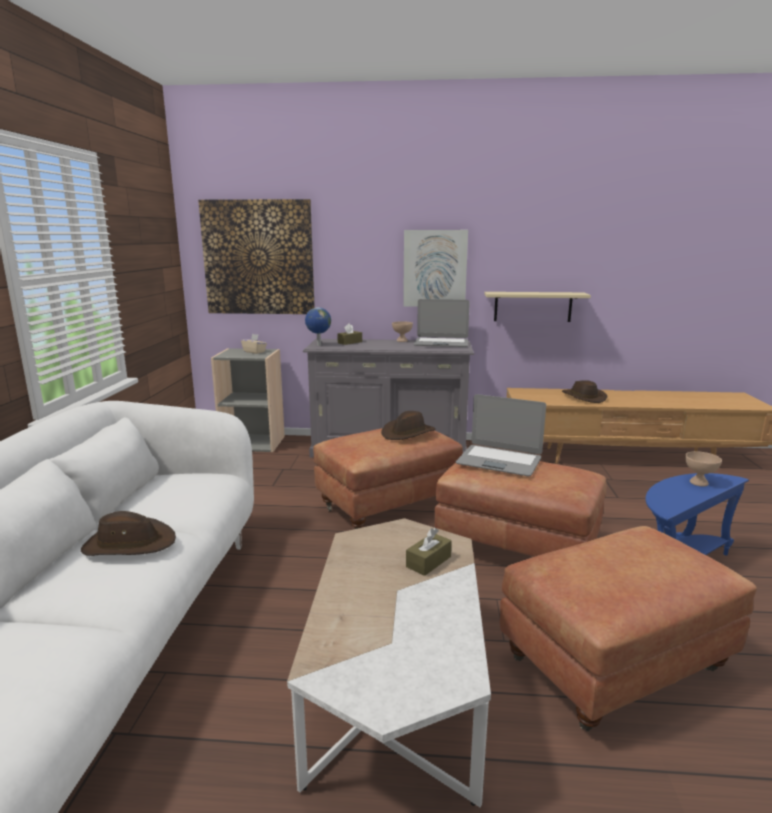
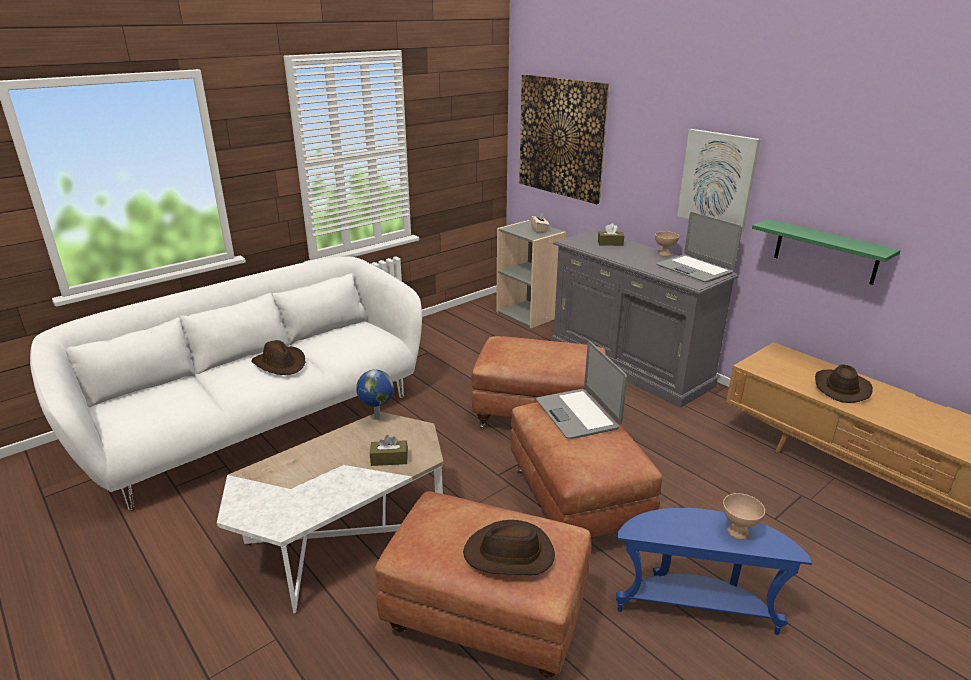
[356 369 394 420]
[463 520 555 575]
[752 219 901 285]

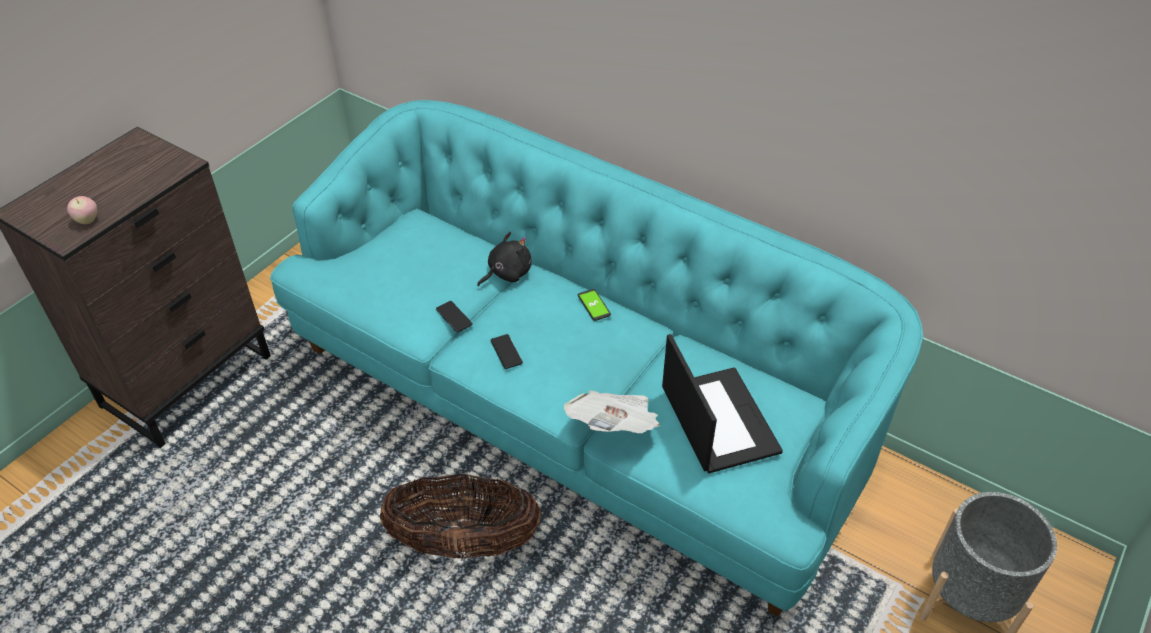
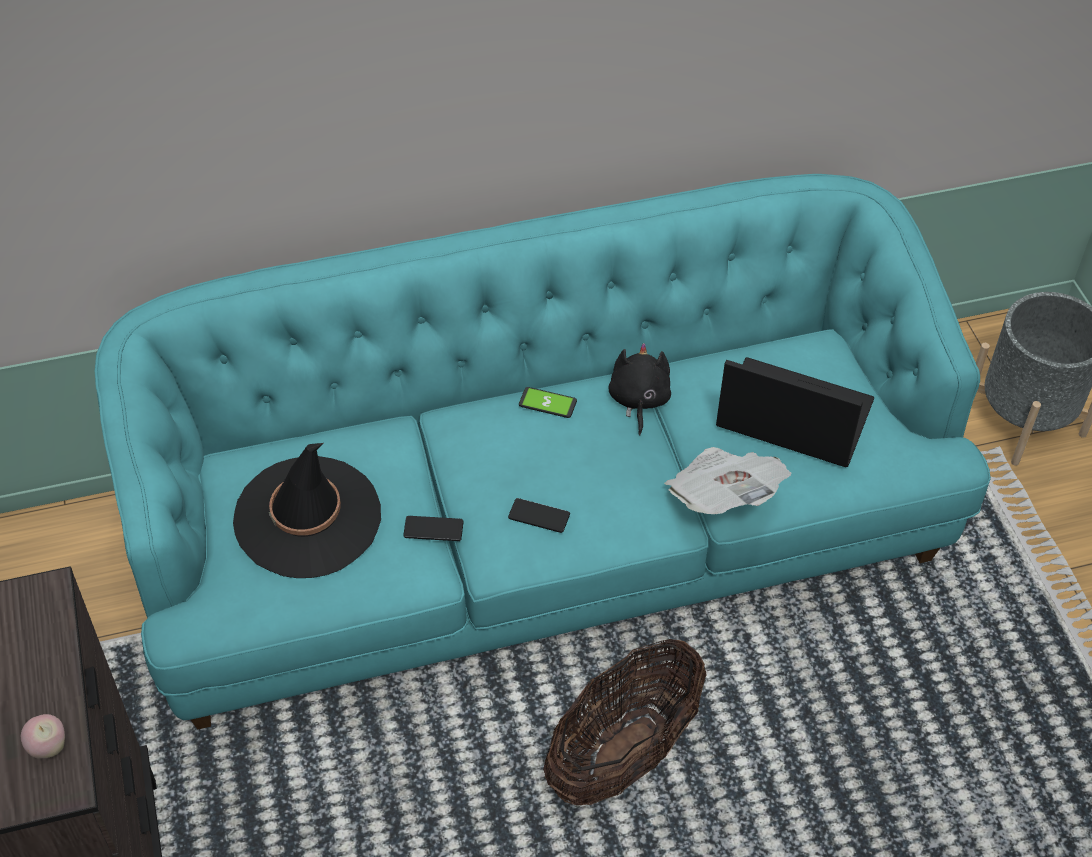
[233 443 381 578]
[609 343 671 435]

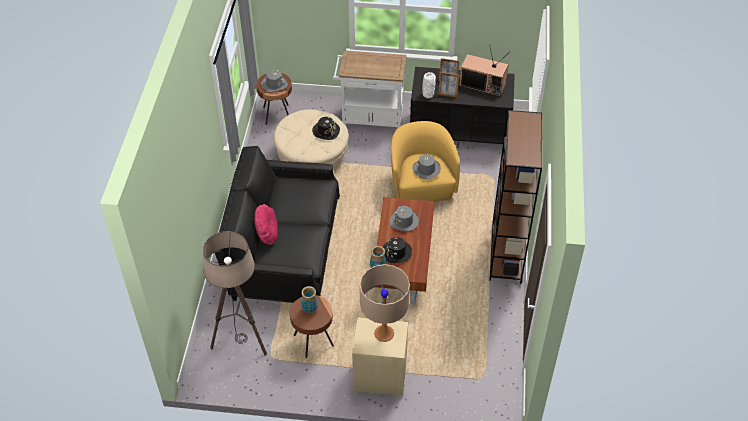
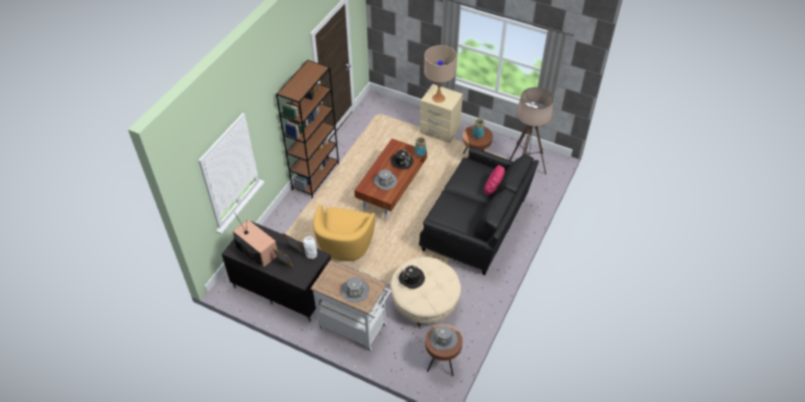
[341 277 369 302]

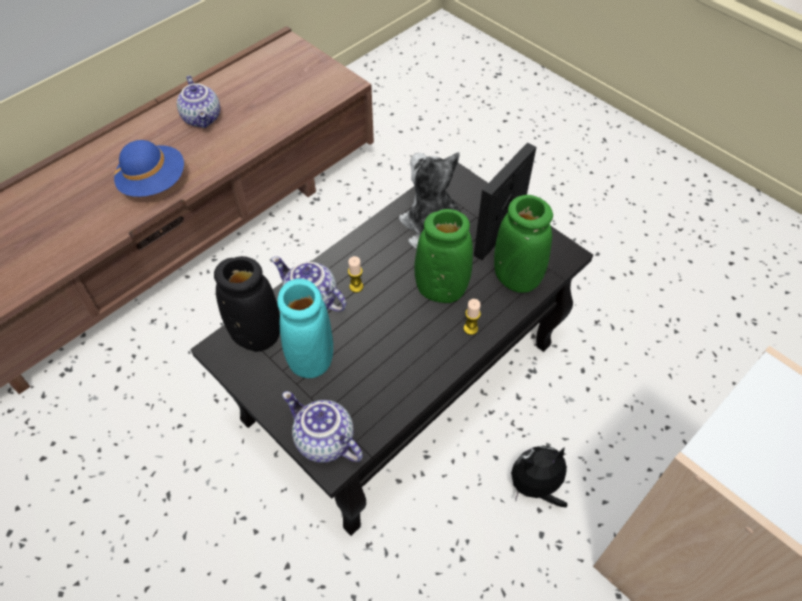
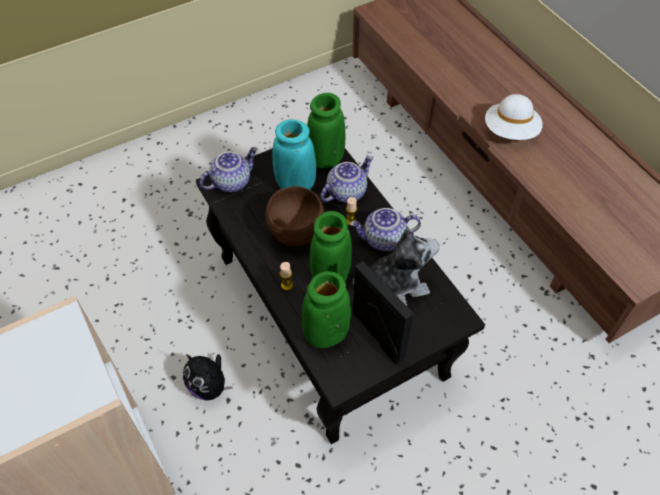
[183 354 233 401]
[265 186 324 246]
[307 93 345 169]
[350 208 421 251]
[485 94 543 140]

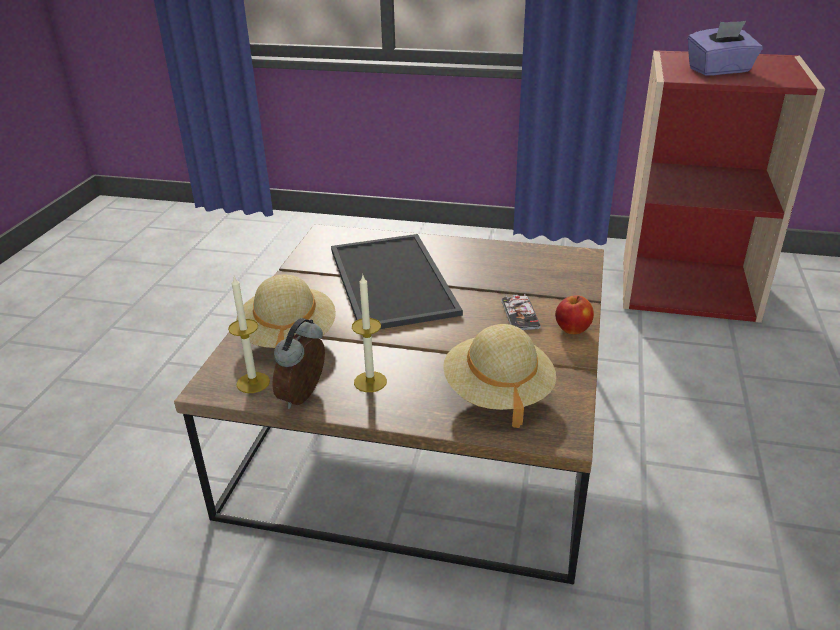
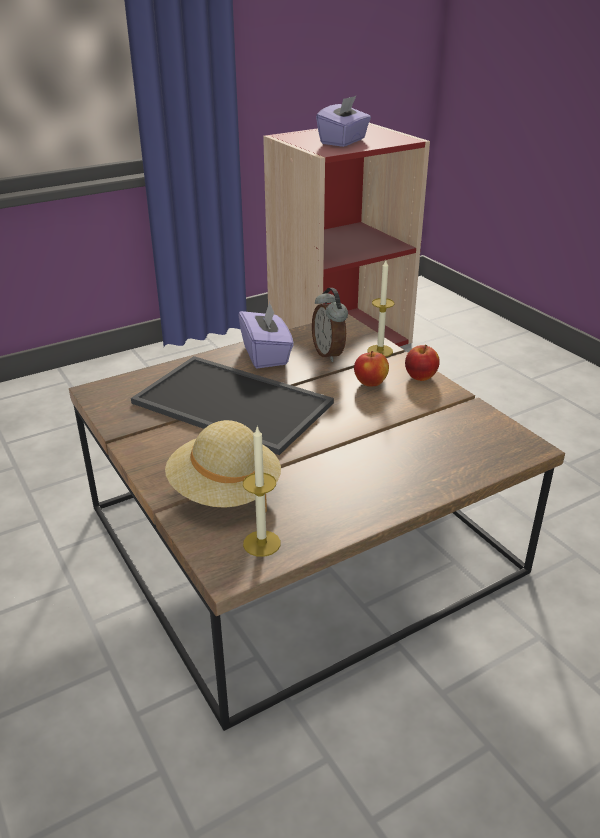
[238 302 294 368]
[312 288 348 362]
[354 351 389 387]
[367 260 395 357]
[443 324 556 428] (first image)

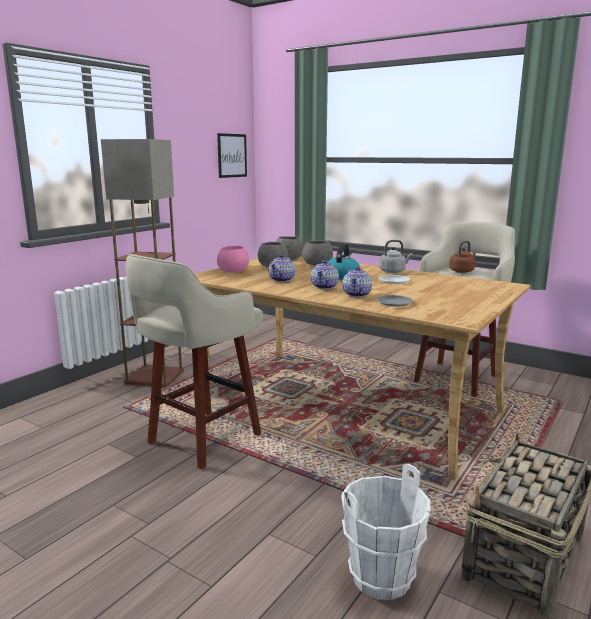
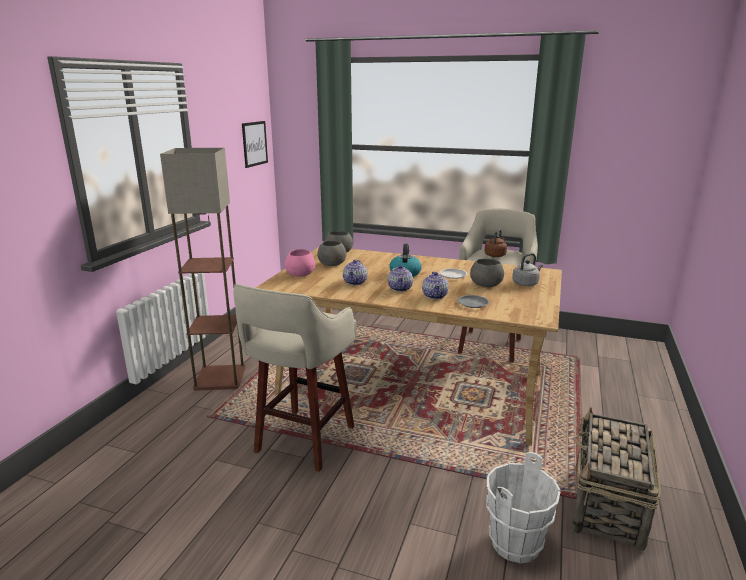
[470 259 504 287]
[512 253 543 286]

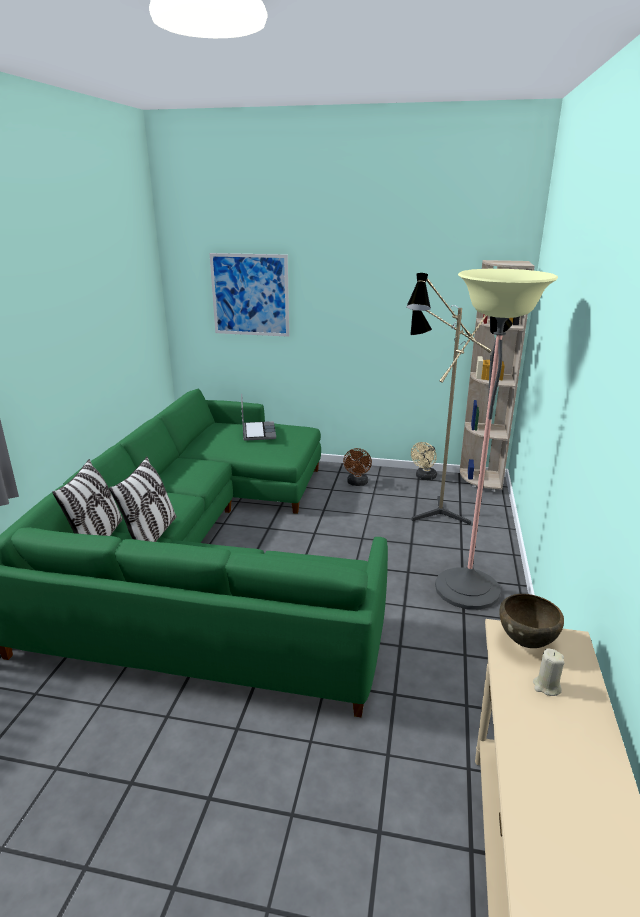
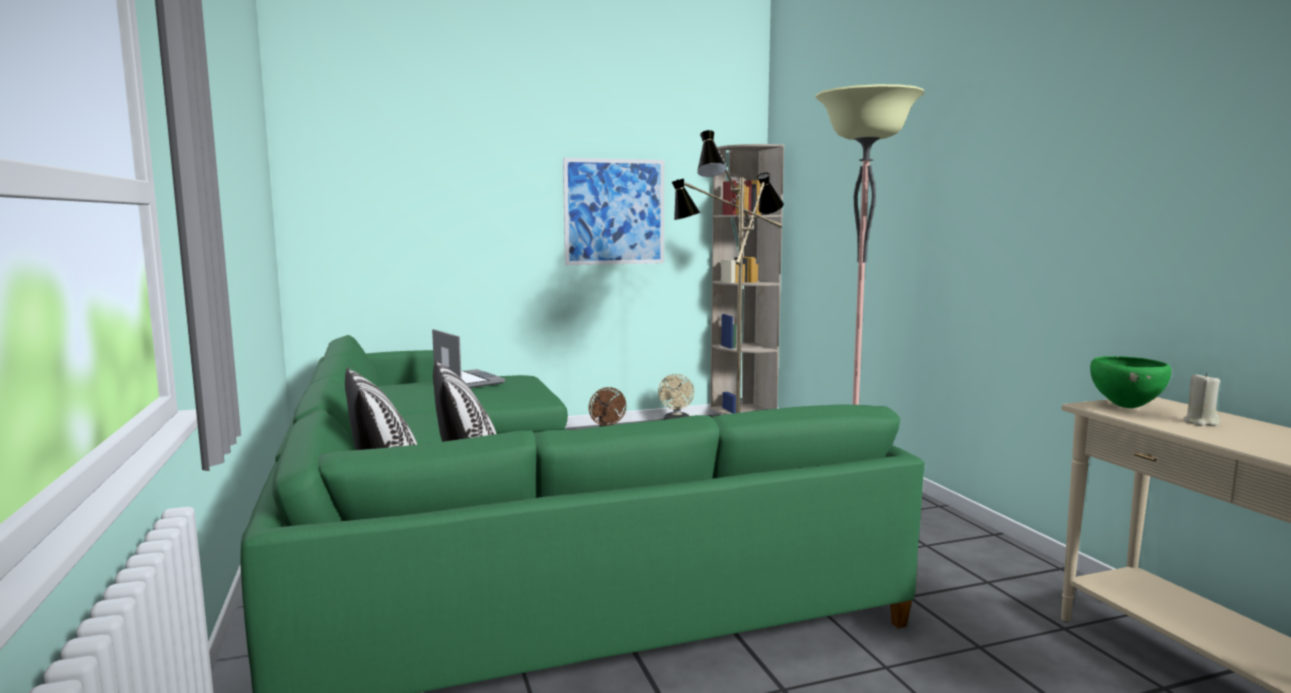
[563 158 664 265]
[1090 356 1171 408]

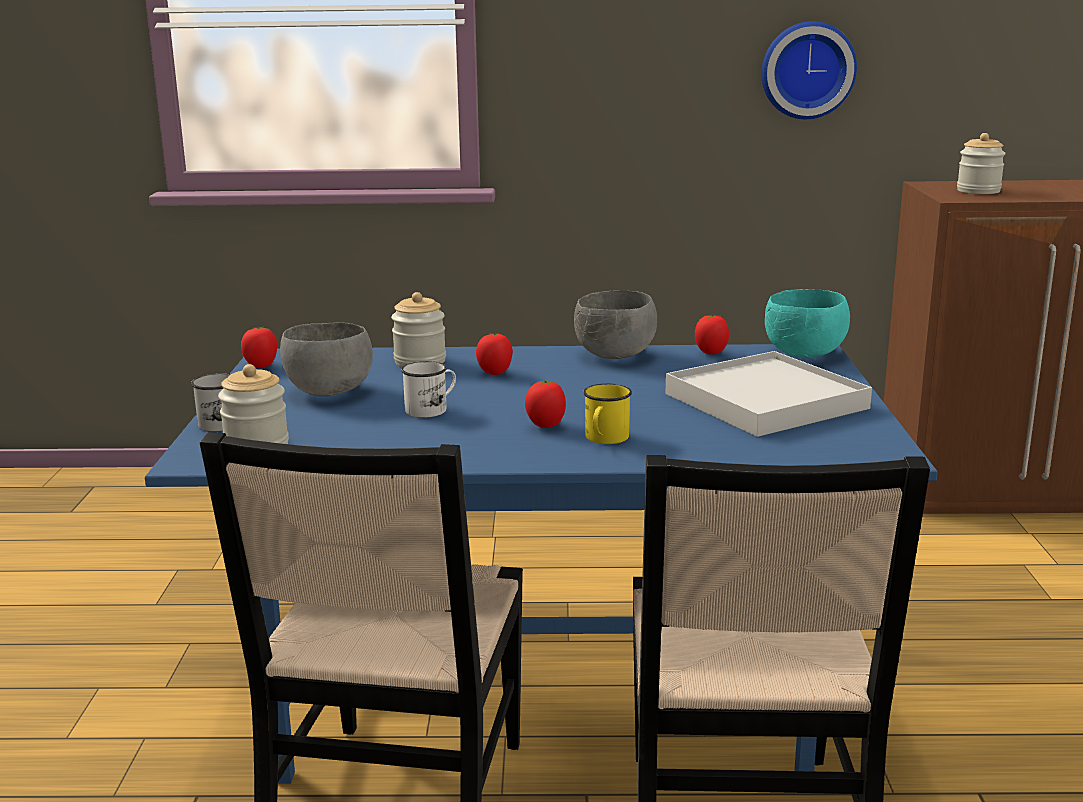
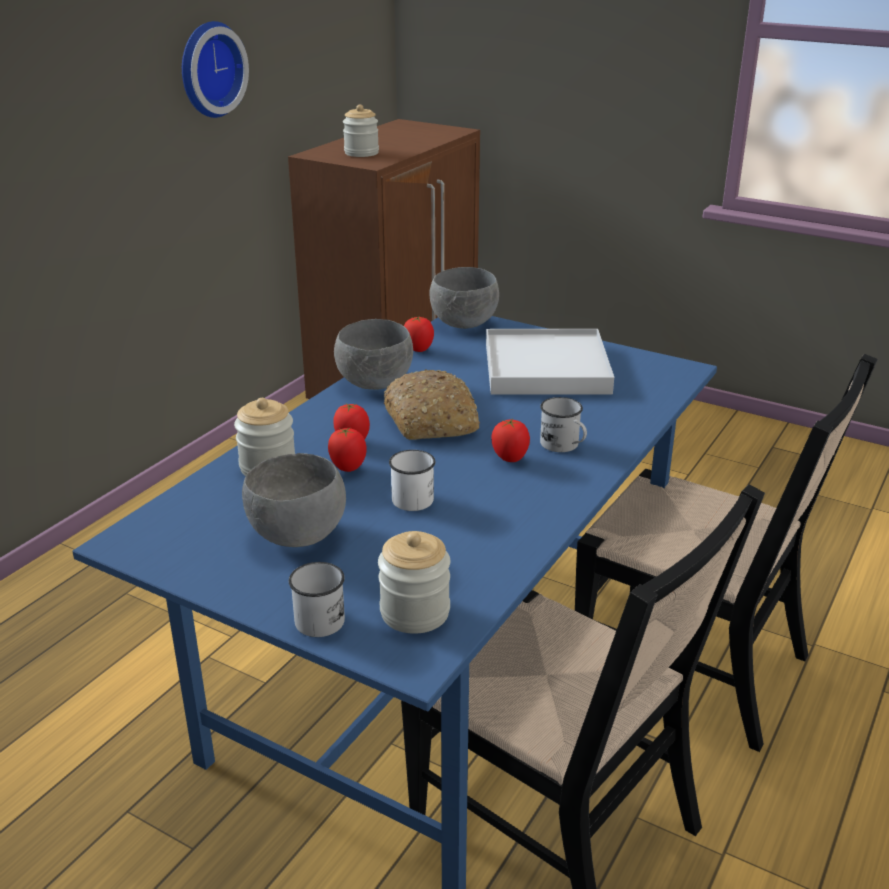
[328 427 367 472]
[383 369 480 440]
[429 267 499 329]
[540 397 587 452]

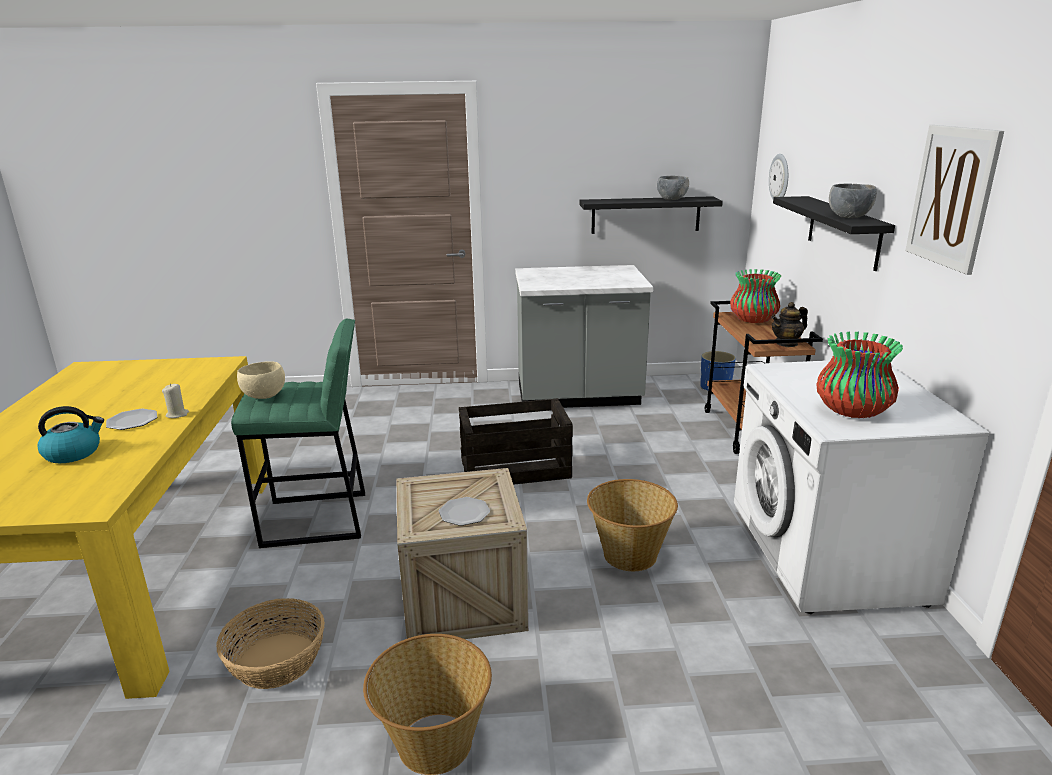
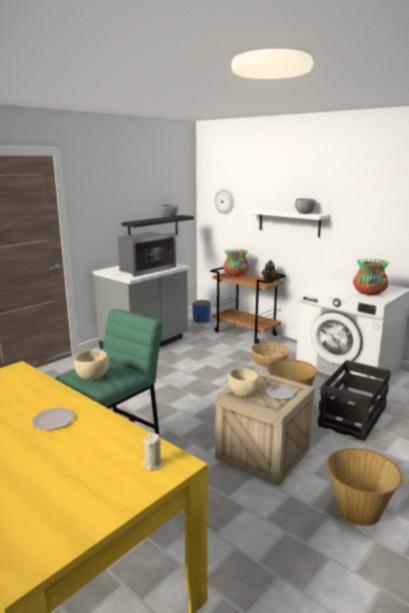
[118 232 176 277]
[142 433 163 471]
[228 369 260 397]
[243 208 329 237]
[251 342 290 368]
[317 360 391 441]
[38 406 104 463] (first image)
[905 125 1004 275] (first image)

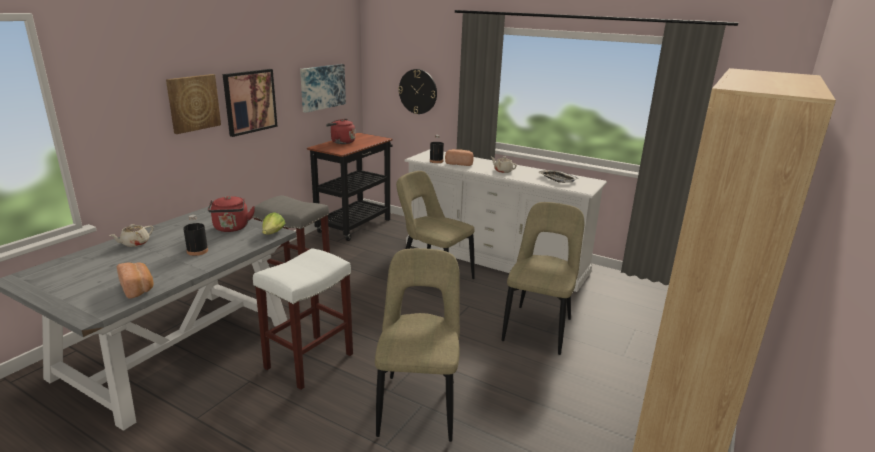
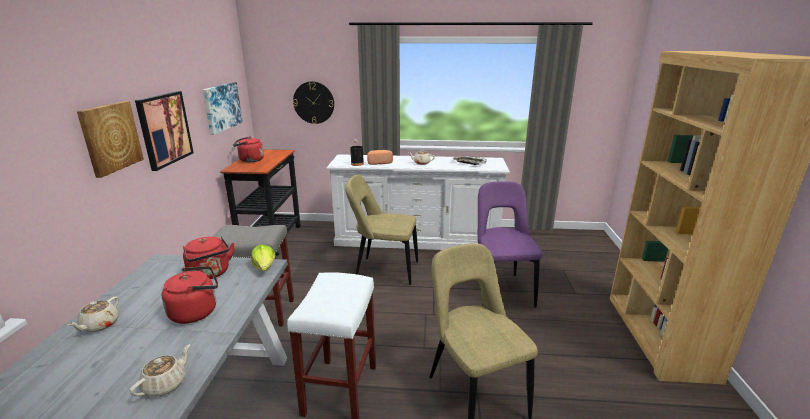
[129 344 191 397]
[161 266 218 324]
[478 181 542 308]

